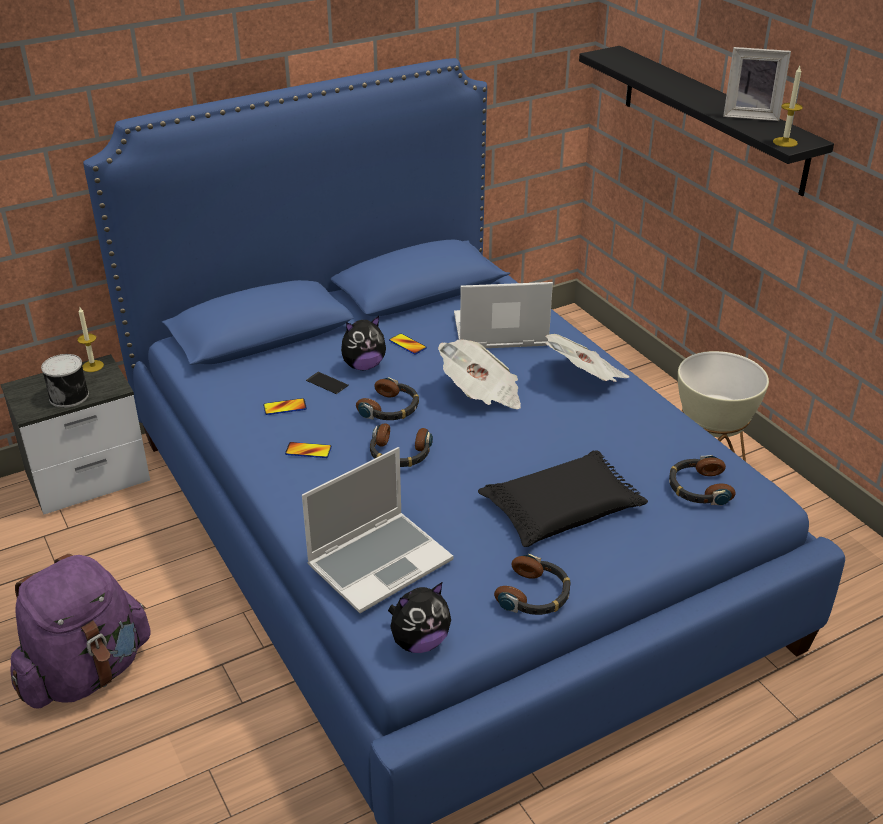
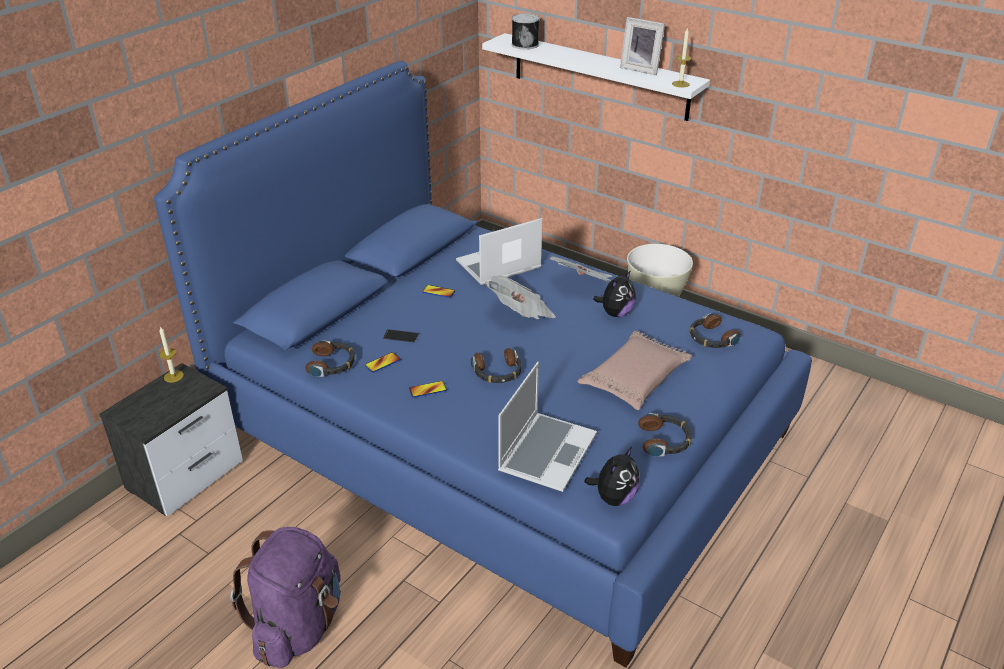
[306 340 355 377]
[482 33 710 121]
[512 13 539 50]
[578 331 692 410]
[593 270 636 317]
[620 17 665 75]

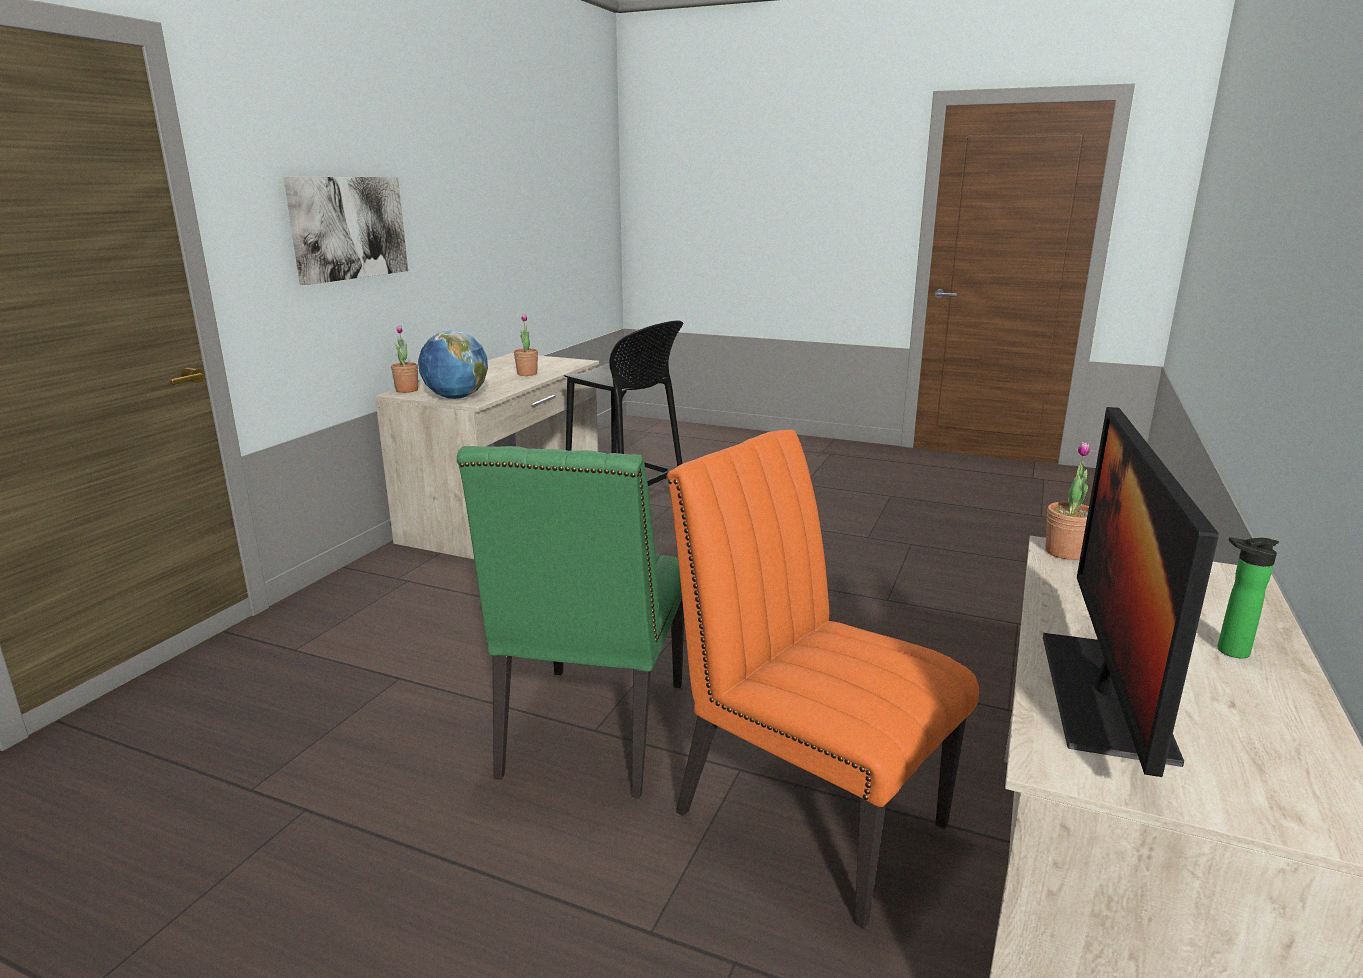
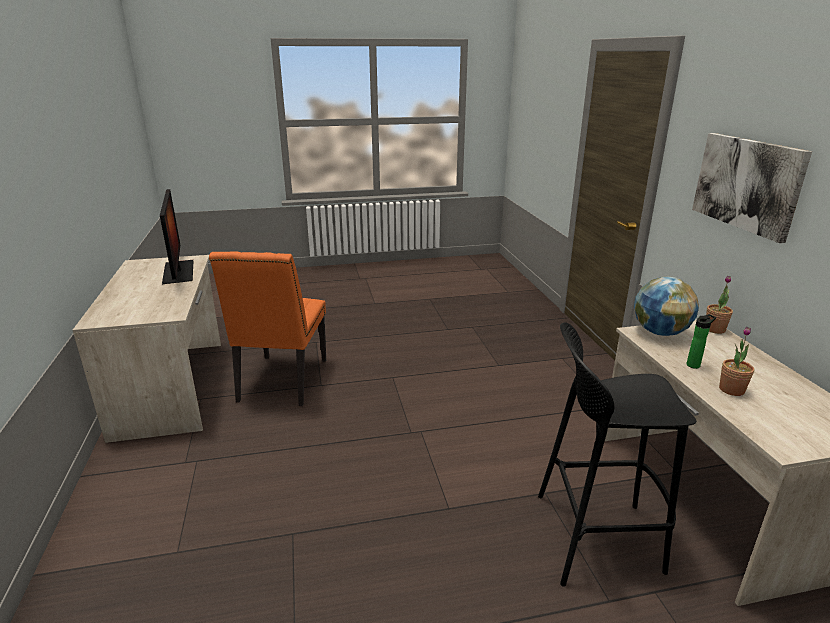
[209 251 326 406]
[686 314 716 369]
[457 446 684 798] (first image)
[1046 442 1090 560] (first image)

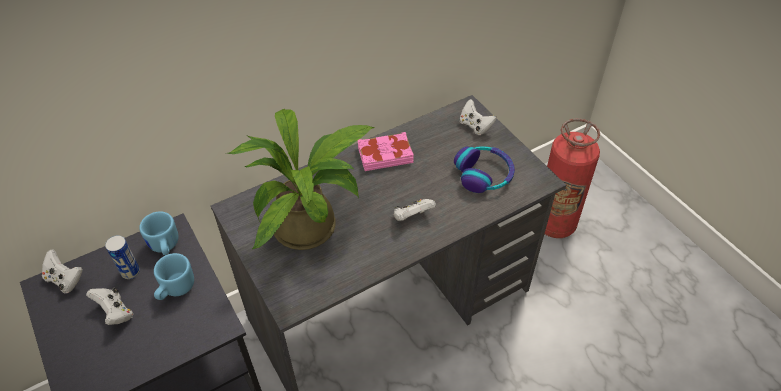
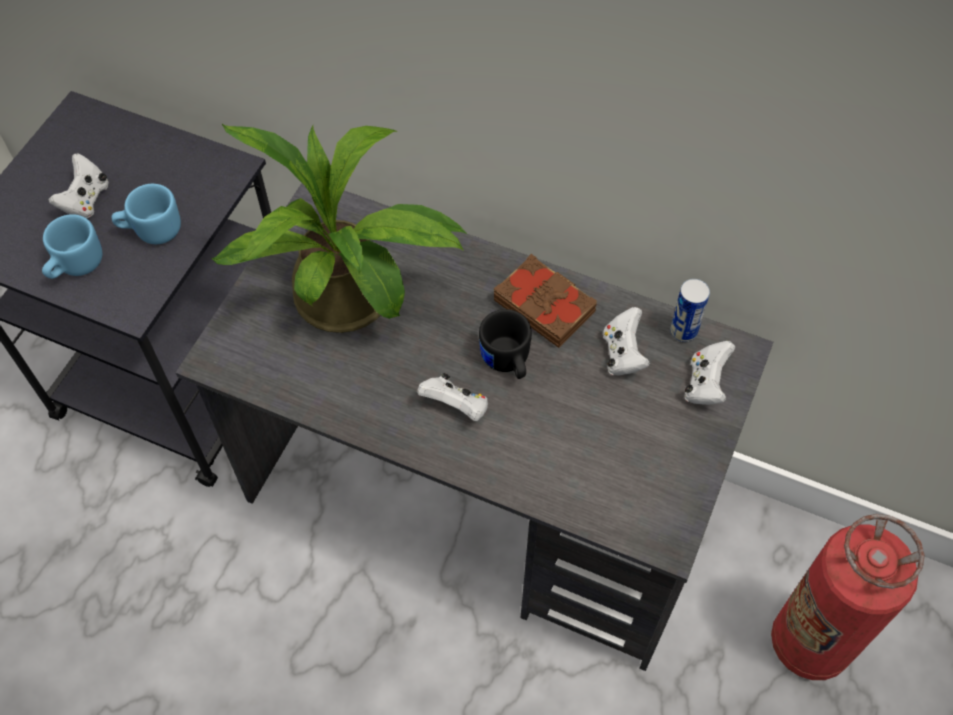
[42 214 102 279]
[479 309 532 379]
[494 254 597 348]
[603 307 650 376]
[670 279 710 342]
[454 146 515 193] (first image)

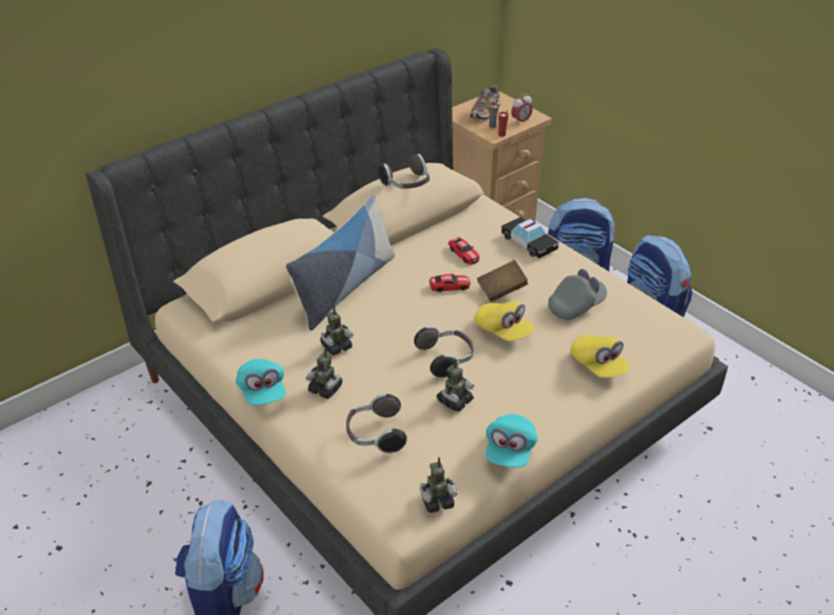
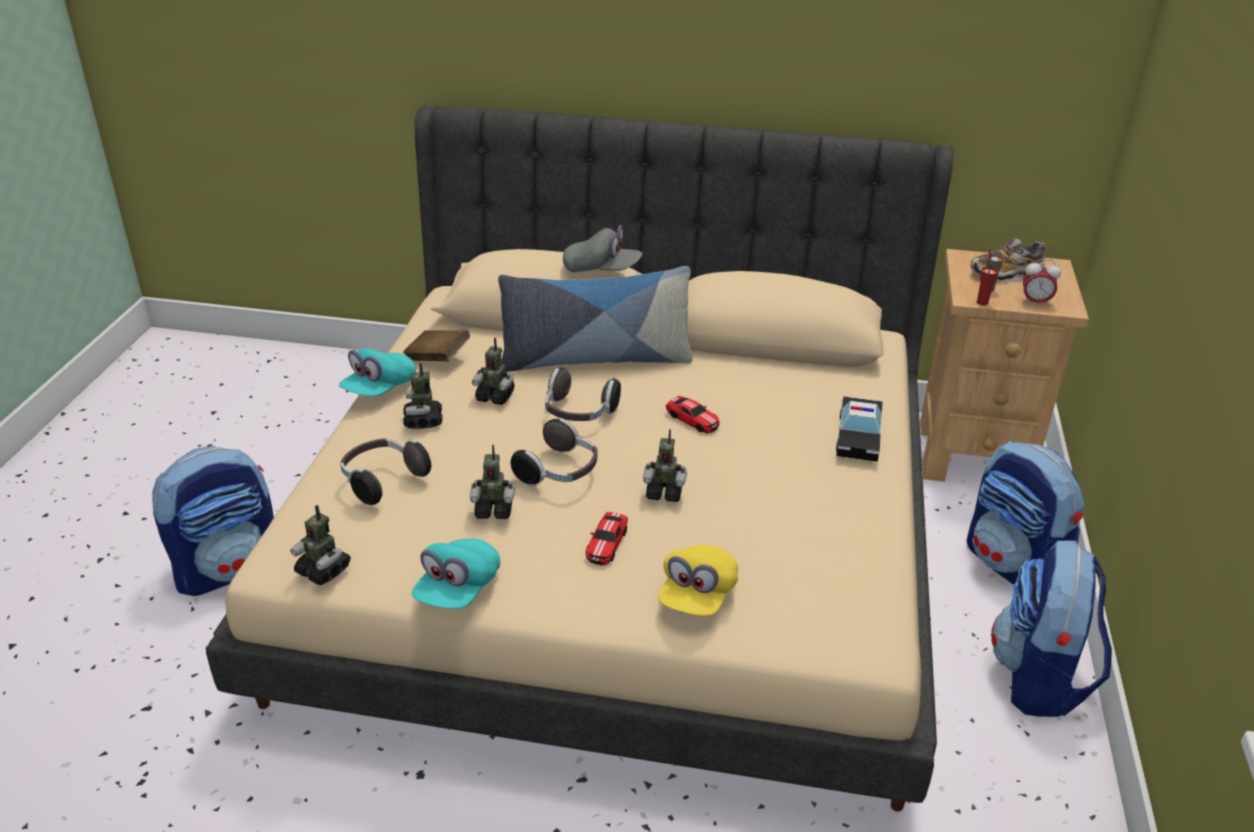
[403 330 470 362]
[412 538 500 609]
[545 367 621 421]
[563 225 643 272]
[586 512 628 565]
[643 429 687 502]

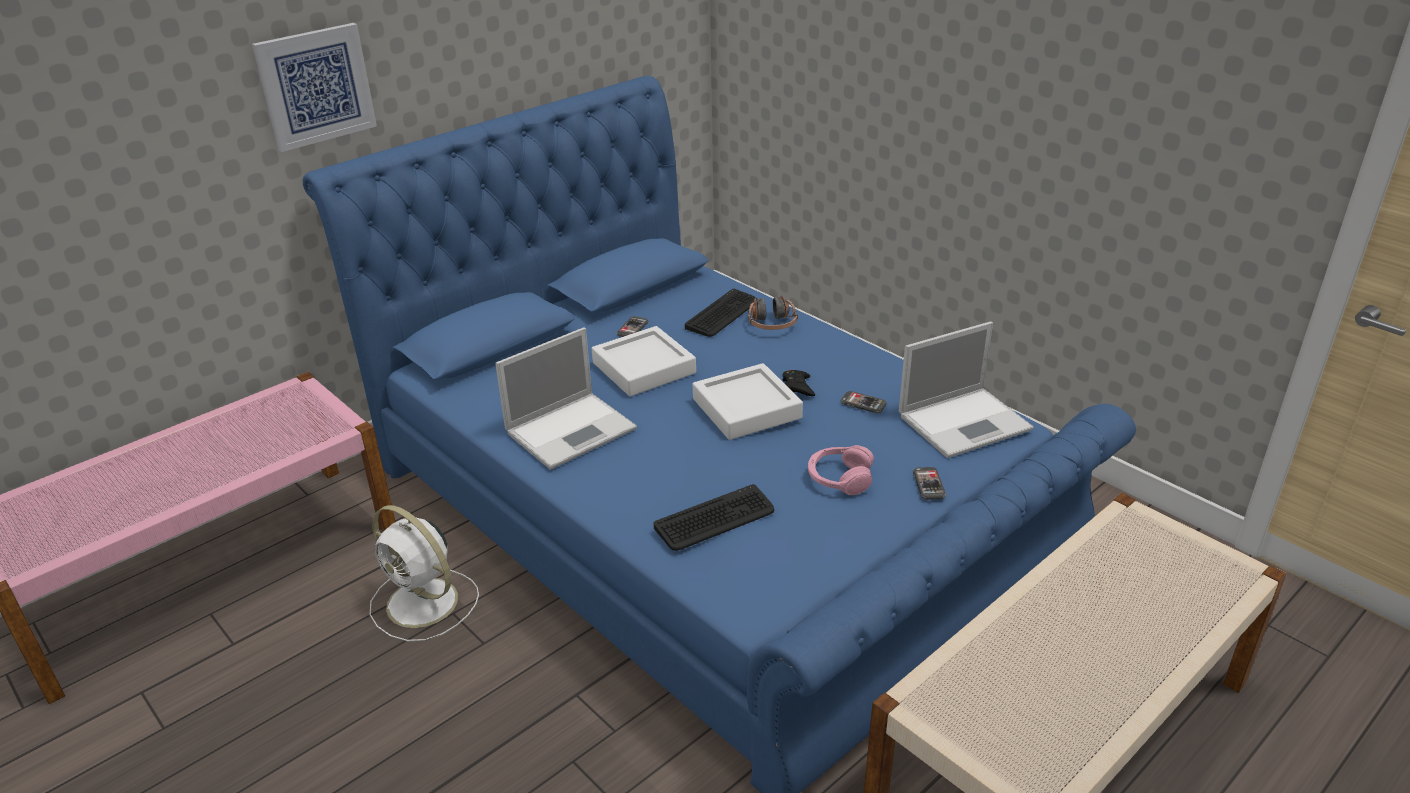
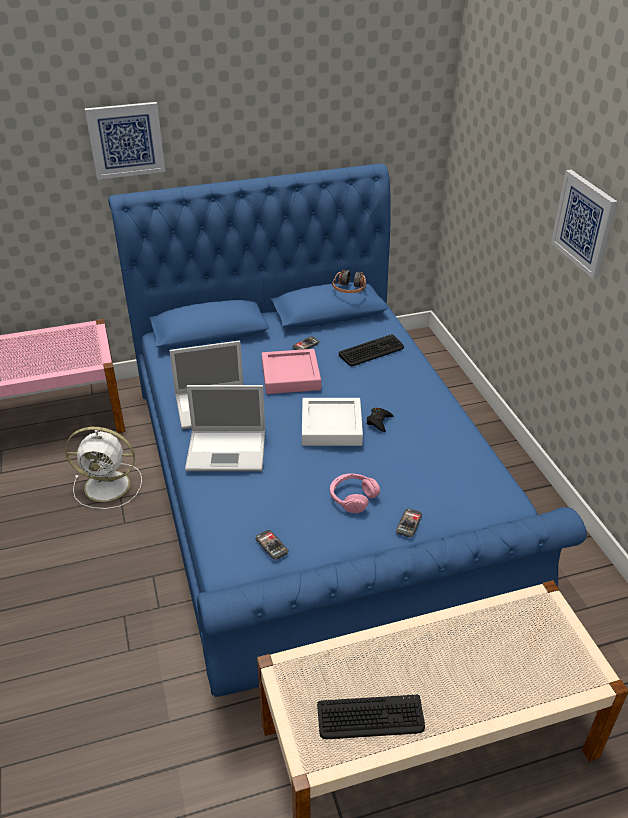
[65 427 142 509]
[185 385 265 471]
[255 530 289 560]
[262 349 321 394]
[317 695 425 739]
[332 269 366 293]
[551 170 618 279]

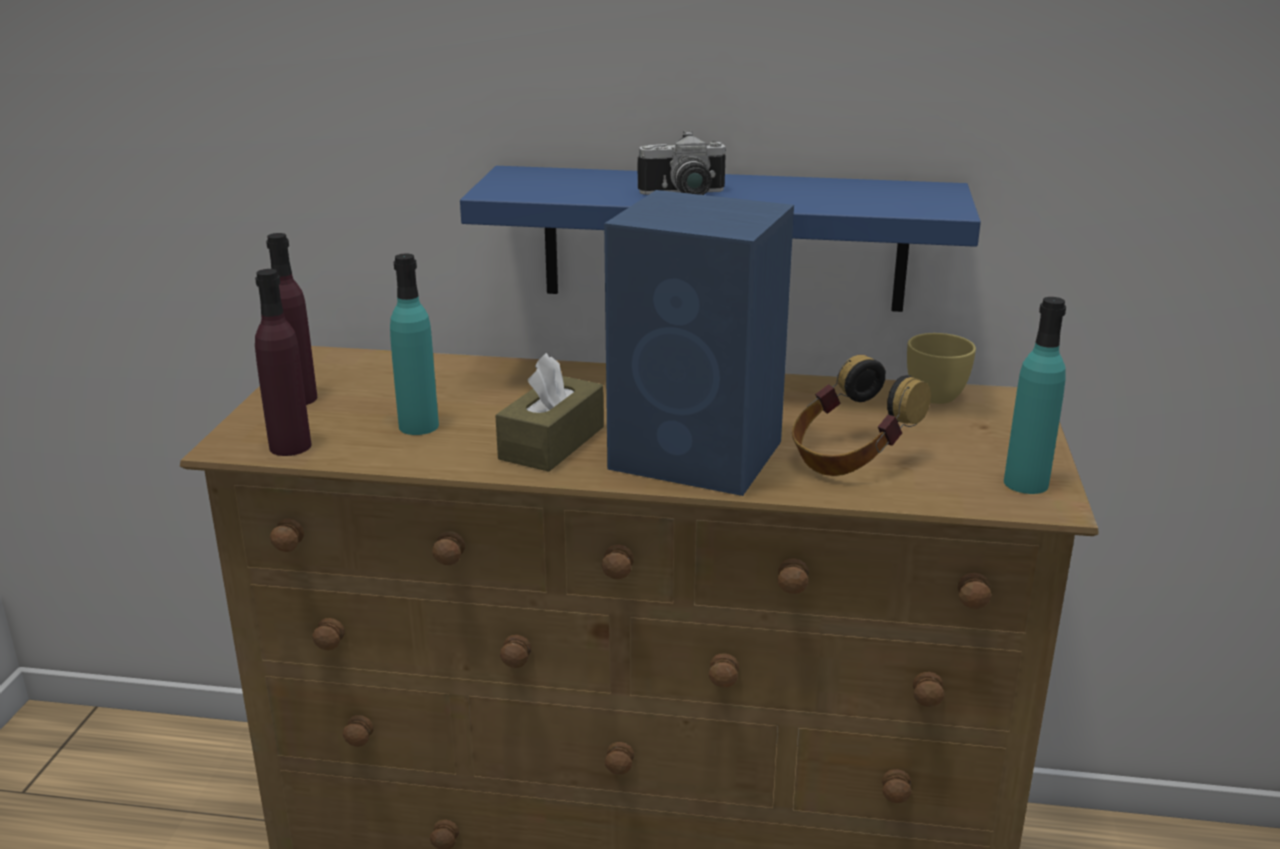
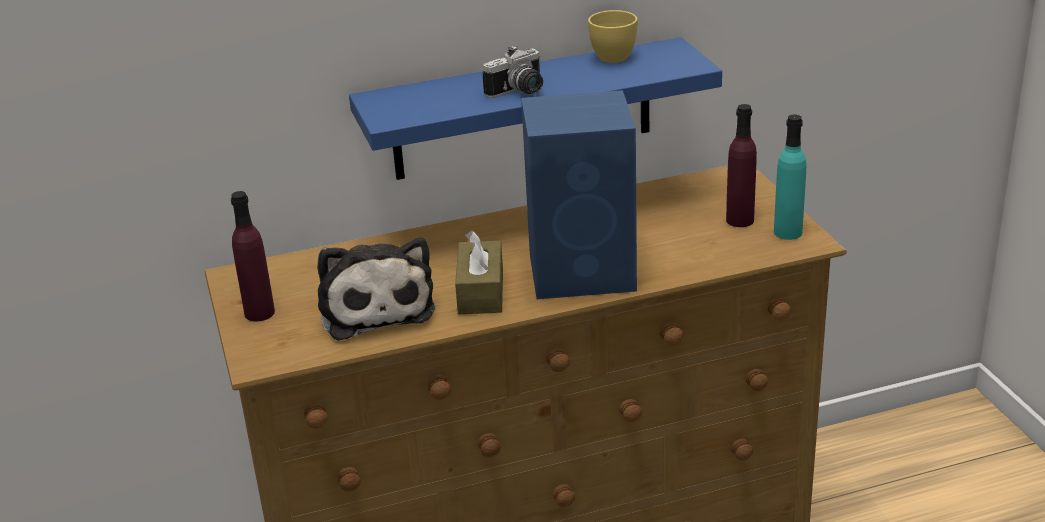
[317 237 435 341]
[588 10 638 63]
[726 104 757 227]
[792 355 931 476] (first image)

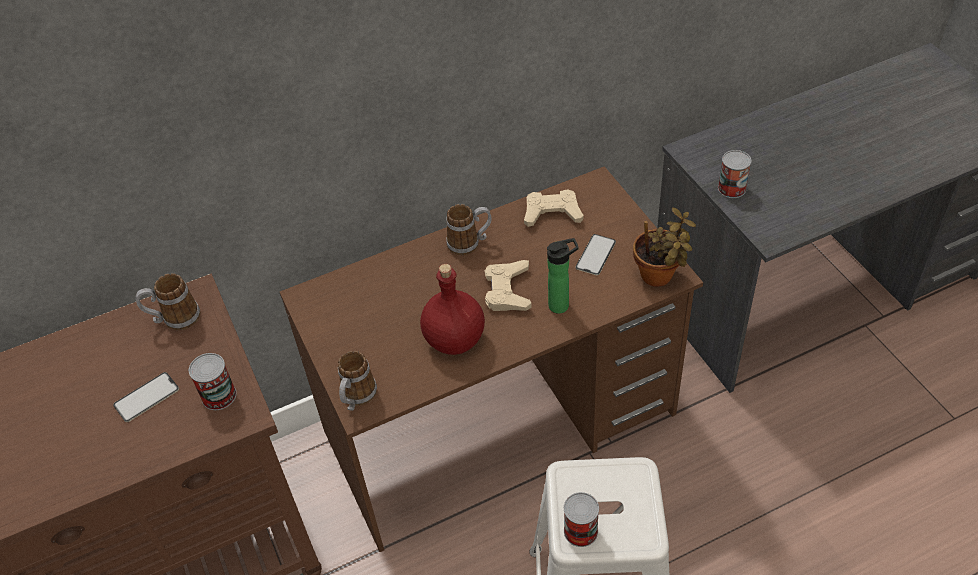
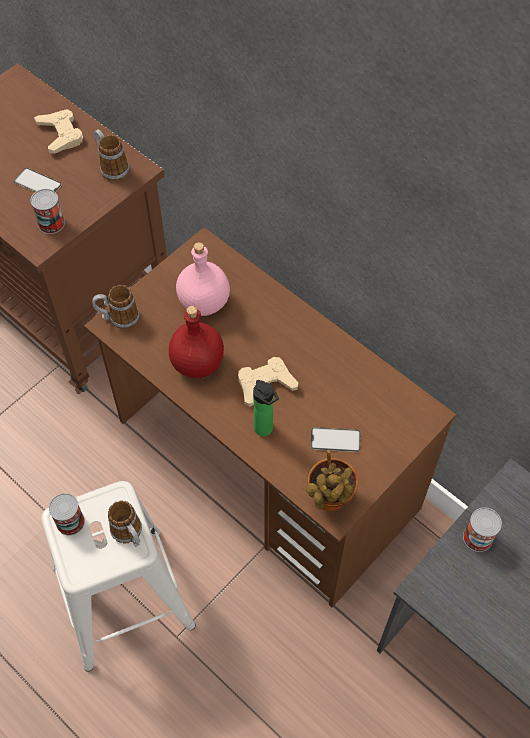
[34 109 83 154]
[108 500 142 547]
[176 242 230 316]

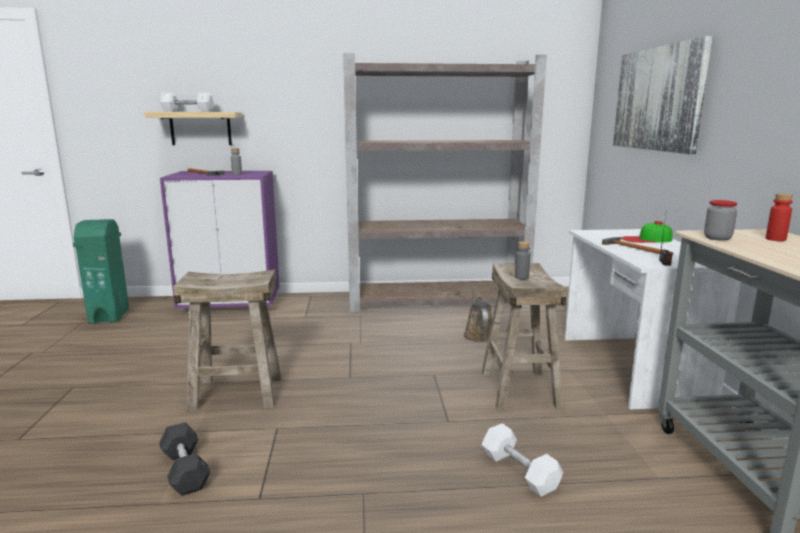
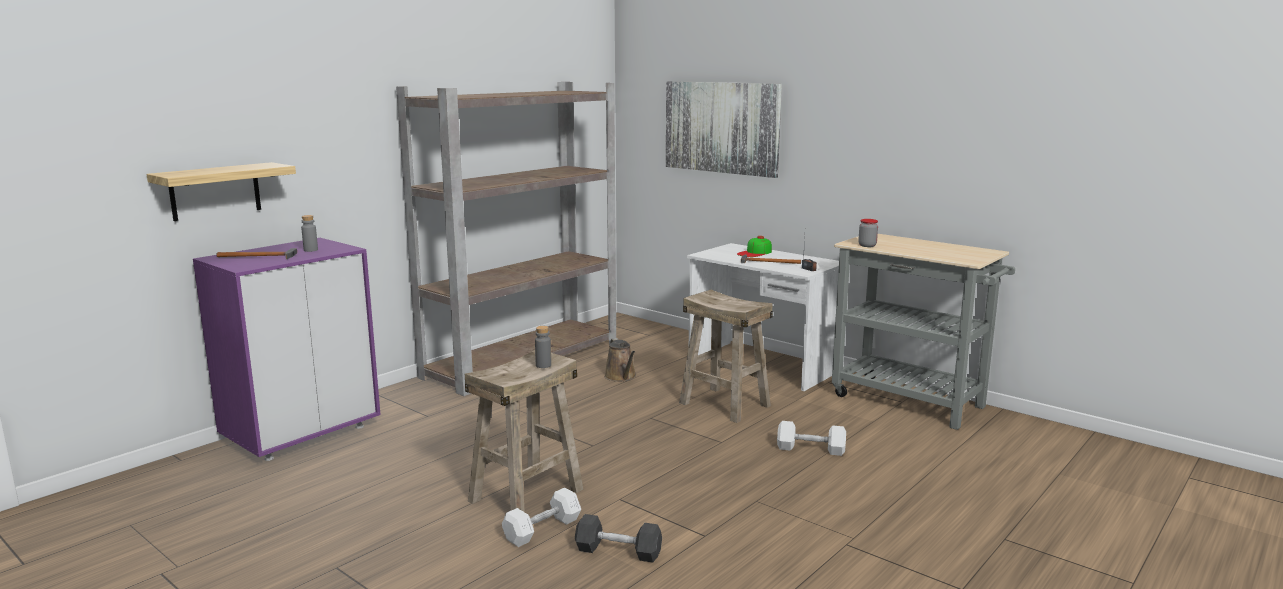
[502 488 581 547]
[535 326 551 368]
[604 338 636 382]
[73 219 129 324] (first image)
[766 193 793 241] (first image)

